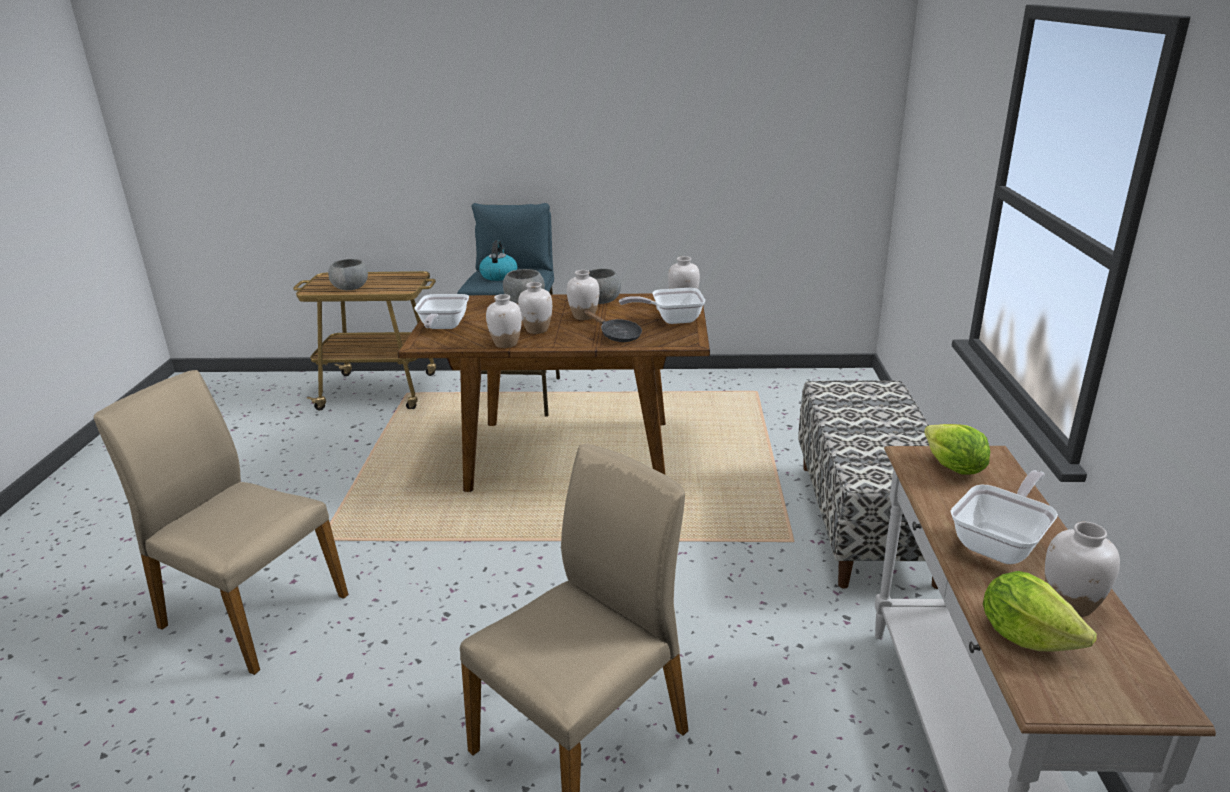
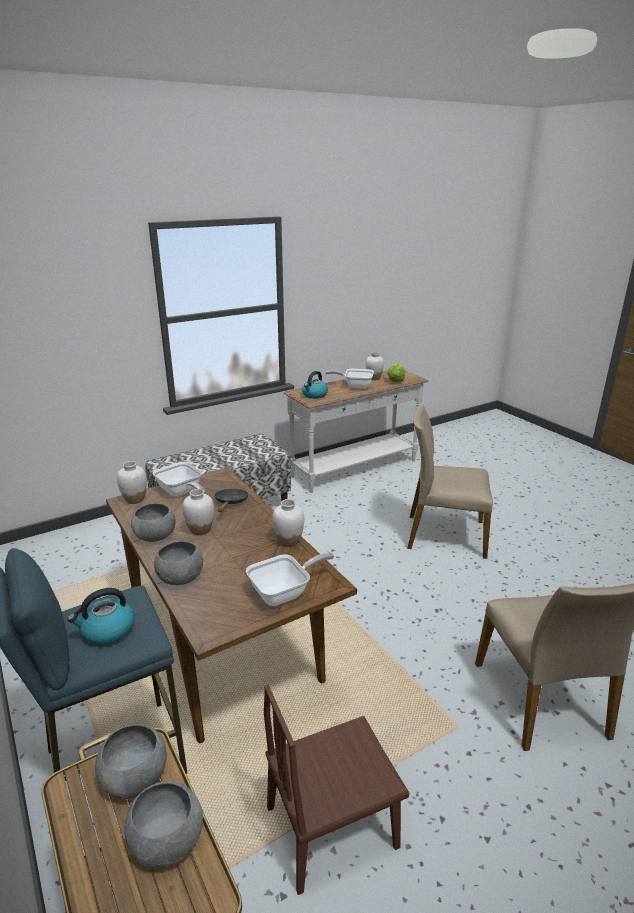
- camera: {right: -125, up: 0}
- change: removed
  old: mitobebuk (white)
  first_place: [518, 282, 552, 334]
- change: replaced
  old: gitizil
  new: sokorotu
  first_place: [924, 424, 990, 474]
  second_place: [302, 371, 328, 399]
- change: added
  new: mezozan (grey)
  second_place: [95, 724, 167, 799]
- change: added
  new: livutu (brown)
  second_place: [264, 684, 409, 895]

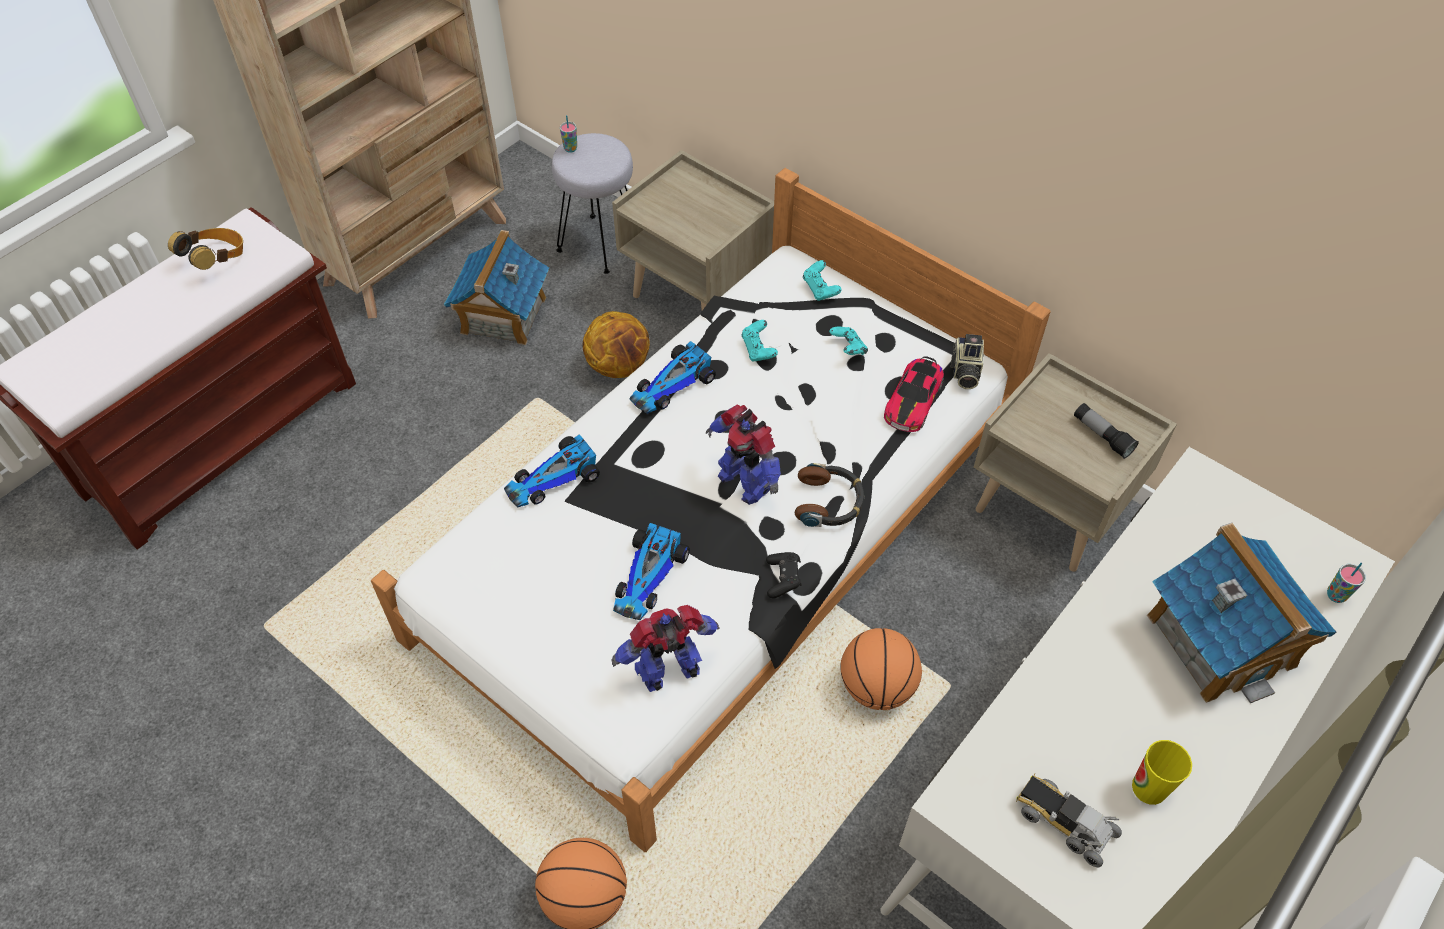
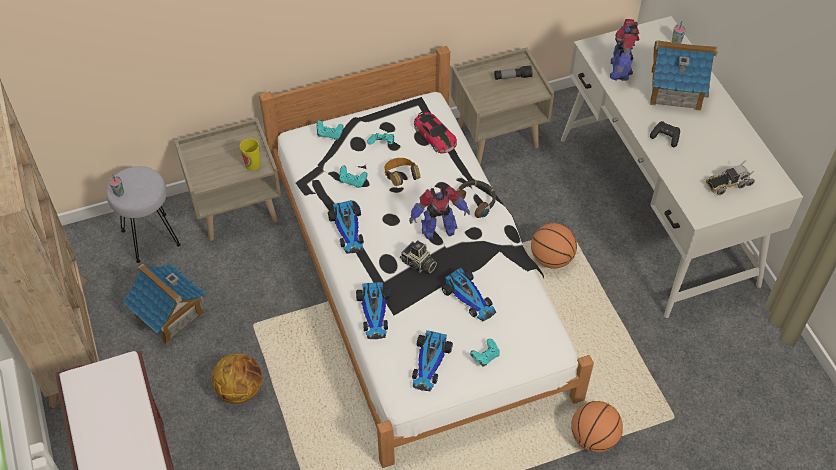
- camera: {right: -60, up: 0}
- change: moved
  old: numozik
  first_place: [168, 228, 243, 270]
  second_place: [384, 158, 421, 186]
- change: moved
  old: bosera
  first_place: [582, 311, 650, 378]
  second_place: [211, 354, 262, 404]
- change: moved
  old: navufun
  first_place: [611, 605, 719, 692]
  second_place: [610, 19, 639, 81]
- change: moved
  old: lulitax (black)
  first_place: [766, 552, 802, 599]
  second_place: [650, 121, 680, 147]
- change: moved
  old: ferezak
  first_place: [951, 334, 984, 389]
  second_place: [400, 240, 437, 273]
- change: moved
  old: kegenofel
  first_place: [1132, 740, 1192, 805]
  second_place: [240, 139, 260, 171]
- change: added
  new: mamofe
  second_place: [412, 330, 453, 391]
- change: added
  new: lulitax (turquoise)
  second_place: [470, 338, 500, 367]

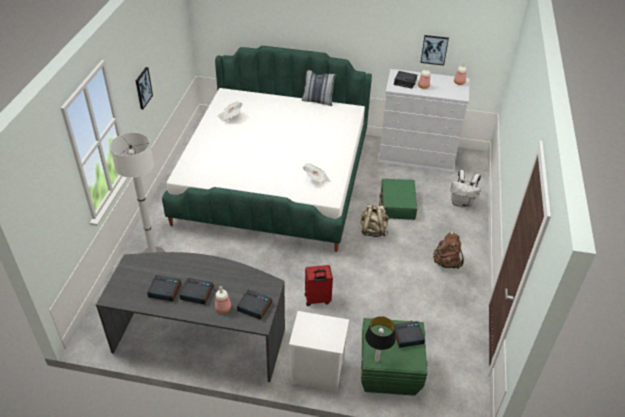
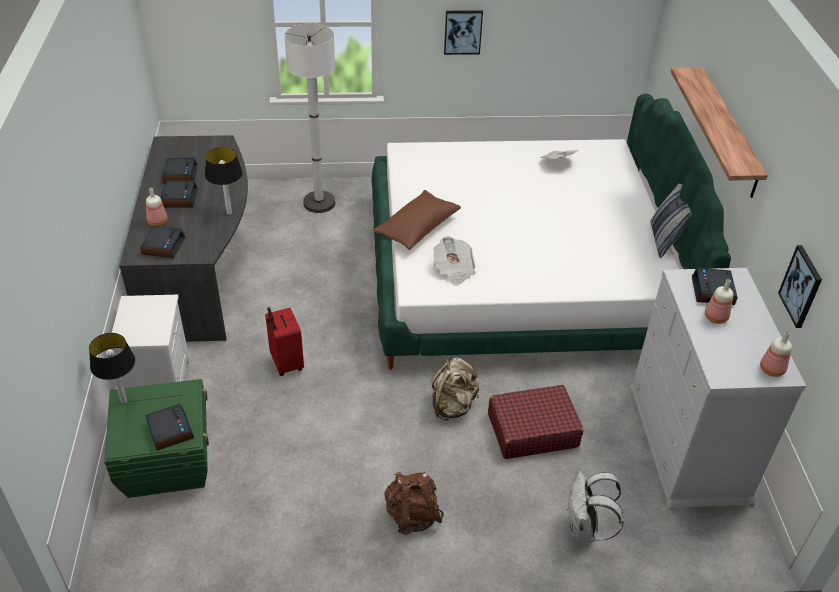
- camera: {right: 75, up: 0}
- change: recoloured
  old: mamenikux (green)
  new: mamenikux (red)
  first_place: [379, 179, 417, 220]
  second_place: [488, 385, 583, 459]
- change: added
  new: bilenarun
  second_place: [205, 147, 243, 215]
- change: added
  new: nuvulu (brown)
  second_place: [373, 190, 461, 250]
- change: added
  new: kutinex
  second_place: [671, 67, 768, 198]

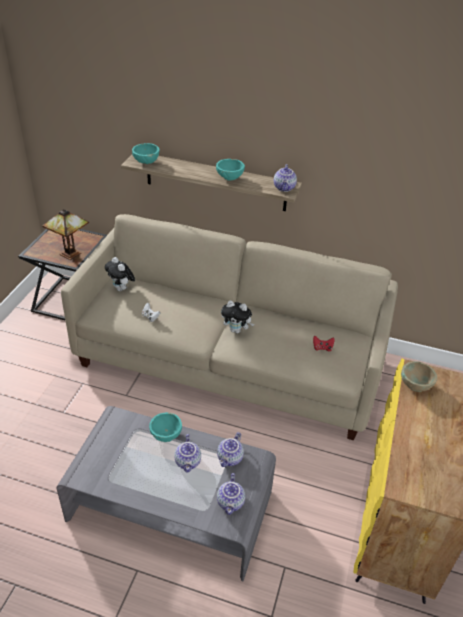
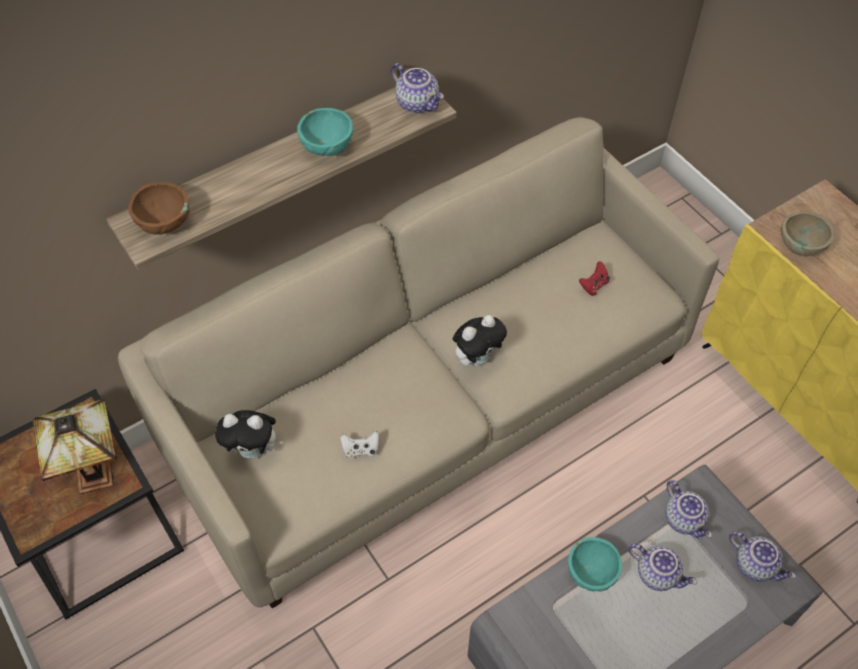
- camera: {right: -50, up: 15}
- change: recoloured
  old: mezozan (turquoise)
  new: mezozan (brown)
  first_place: [132, 143, 159, 164]
  second_place: [128, 182, 190, 235]

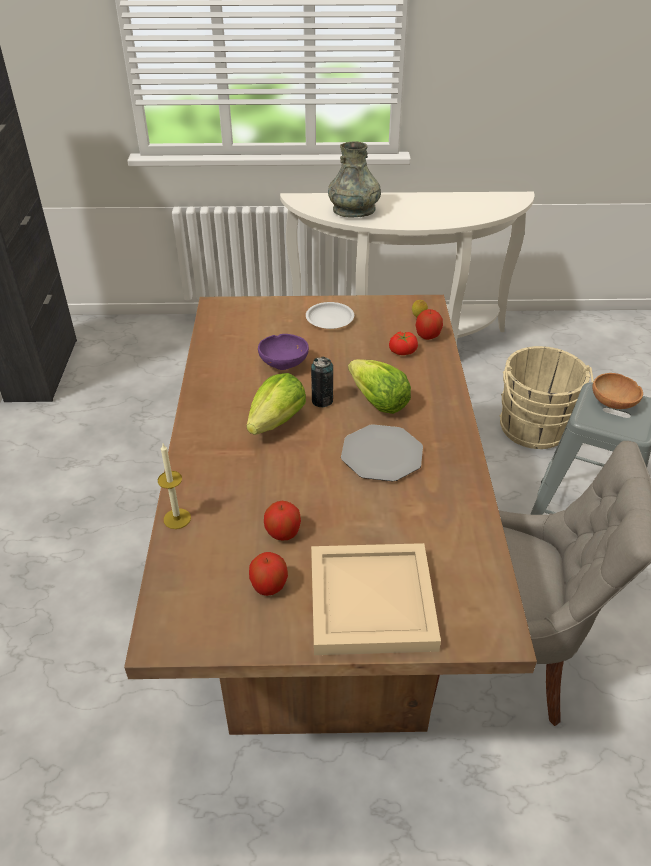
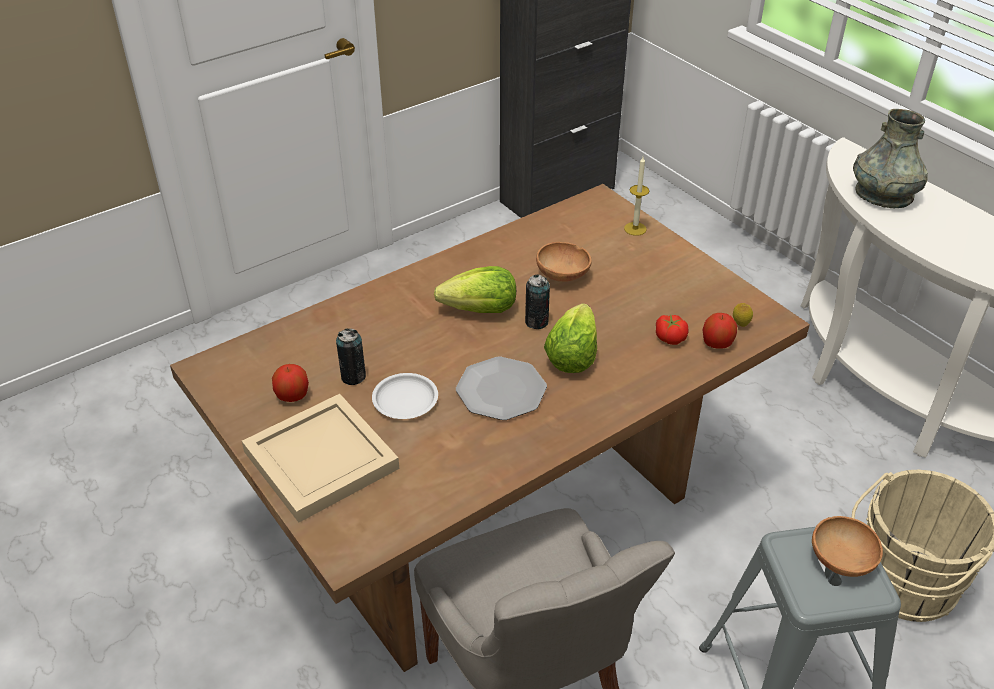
- camera: {right: 55, up: 0}
- change: moved
  old: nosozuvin
  first_place: [158, 444, 191, 529]
  second_place: [624, 157, 649, 236]
- change: recoloured
  old: mezozan (purple)
  new: mezozan (brown)
  first_place: [258, 334, 309, 370]
  second_place: [536, 242, 592, 282]
- change: replaced
  old: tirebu
  new: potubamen
  first_place: [264, 501, 301, 541]
  second_place: [336, 328, 366, 385]
- change: moved
  old: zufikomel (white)
  first_place: [306, 302, 354, 329]
  second_place: [372, 373, 438, 419]

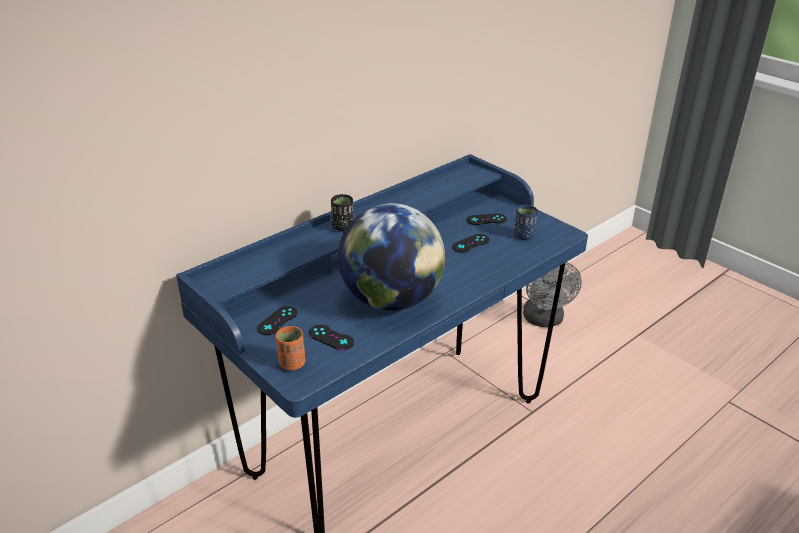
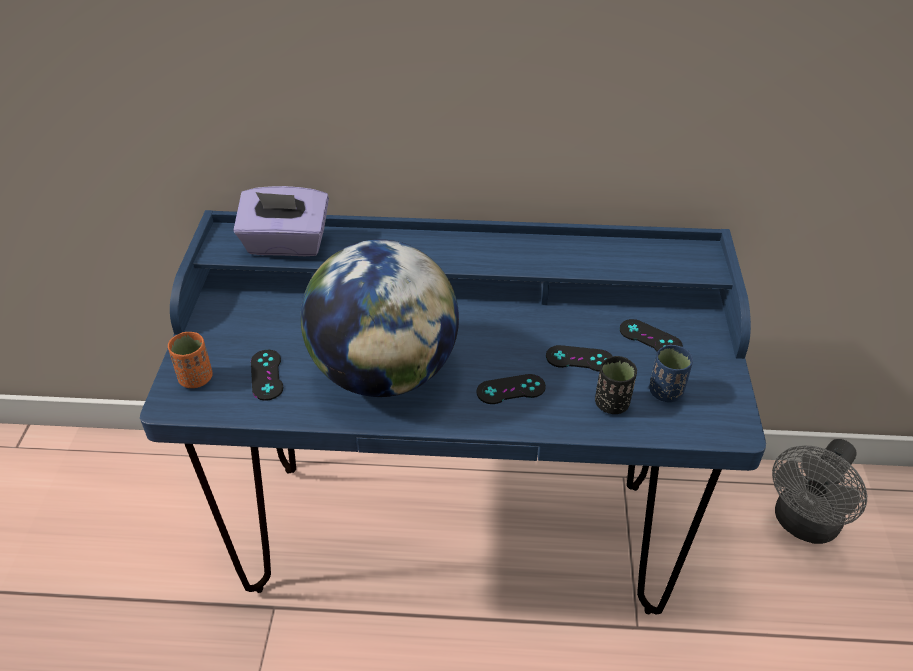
- camera: {right: 45, up: 10}
- change: moved
  old: lulitax (black)
  first_place: [257, 306, 298, 335]
  second_place: [477, 374, 546, 404]
- change: moved
  old: kegenofel (black)
  first_place: [331, 194, 354, 231]
  second_place: [595, 356, 637, 414]
- change: added
  new: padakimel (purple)
  second_place: [234, 186, 329, 256]

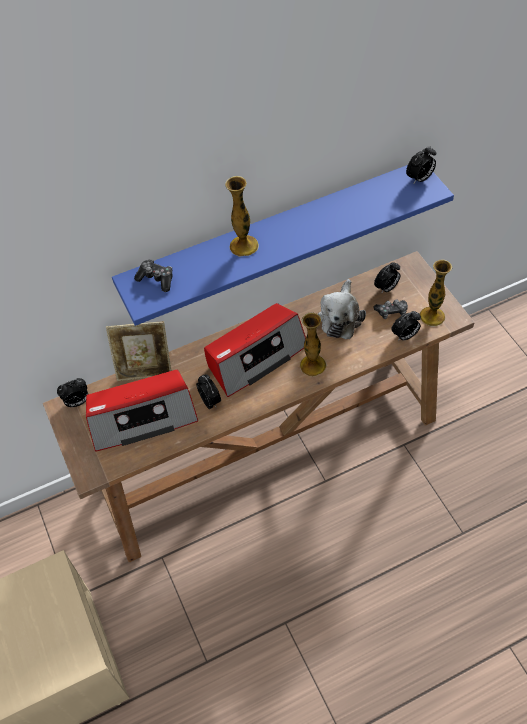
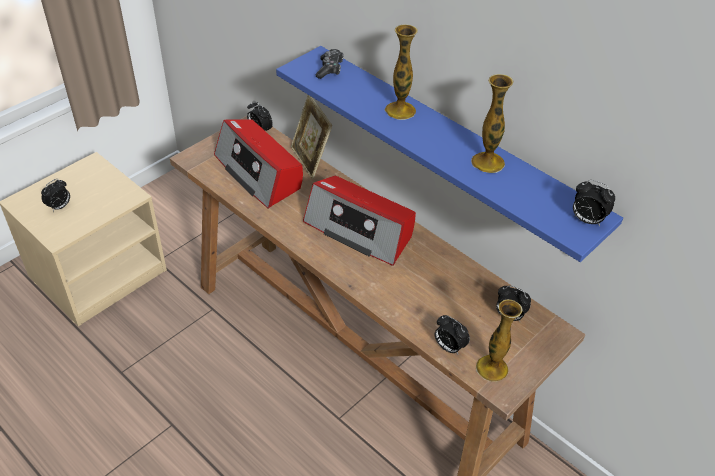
- camera: {right: 65, up: -10}
- change: moved
  old: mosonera
  first_place: [196, 374, 221, 409]
  second_place: [41, 179, 70, 212]
- change: moved
  old: mitobebuk
  first_place: [300, 312, 327, 377]
  second_place: [471, 74, 513, 173]
- change: removed
  old: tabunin
  first_place: [318, 279, 366, 339]
- change: removed
  old: lulitax
  first_place: [374, 299, 408, 319]

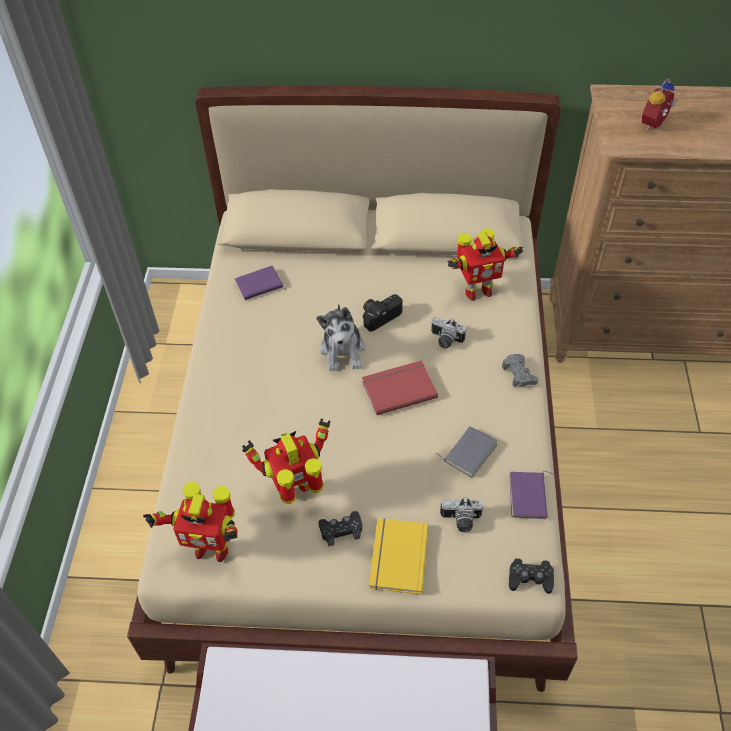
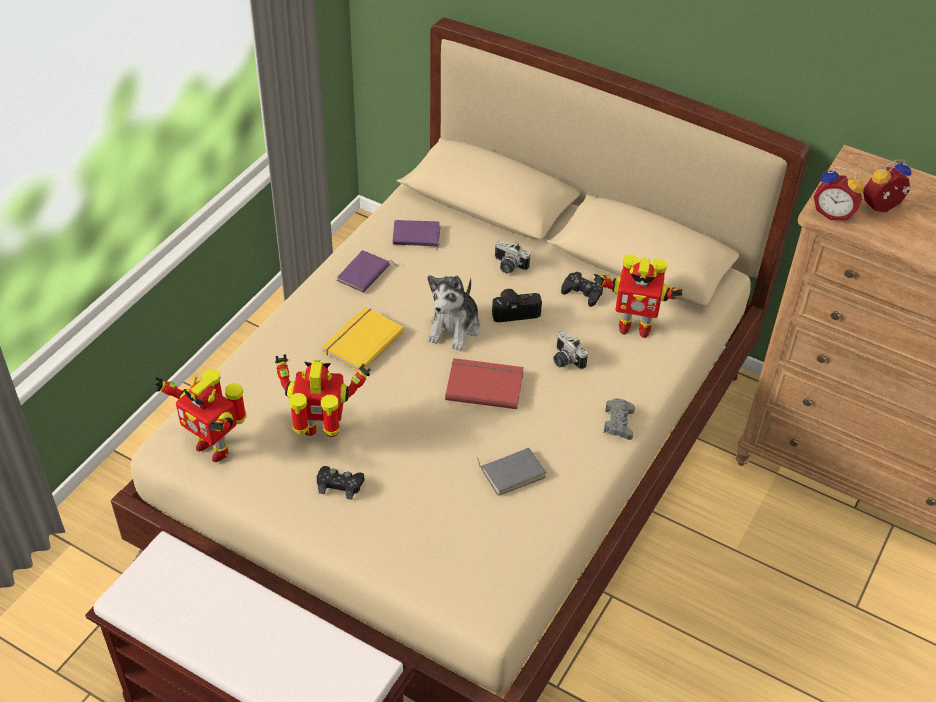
- camera: {right: 25, up: -5}
- change: moved
  old: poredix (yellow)
  first_place: [369, 518, 428, 594]
  second_place: [322, 307, 404, 371]
- change: moved
  old: ferezak
  first_place: [440, 497, 483, 532]
  second_place: [495, 240, 530, 274]
- change: moved
  old: lulitax (black)
  first_place: [509, 558, 554, 594]
  second_place: [561, 272, 603, 307]
- change: moved
  old: poredix (purple)
  first_place: [510, 471, 555, 519]
  second_place: [337, 250, 398, 293]
- change: added
  new: mosonera
  second_place: [814, 167, 864, 220]

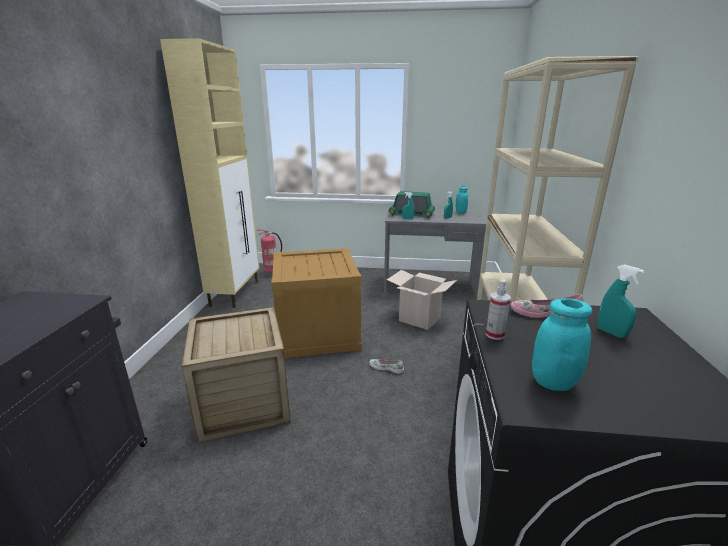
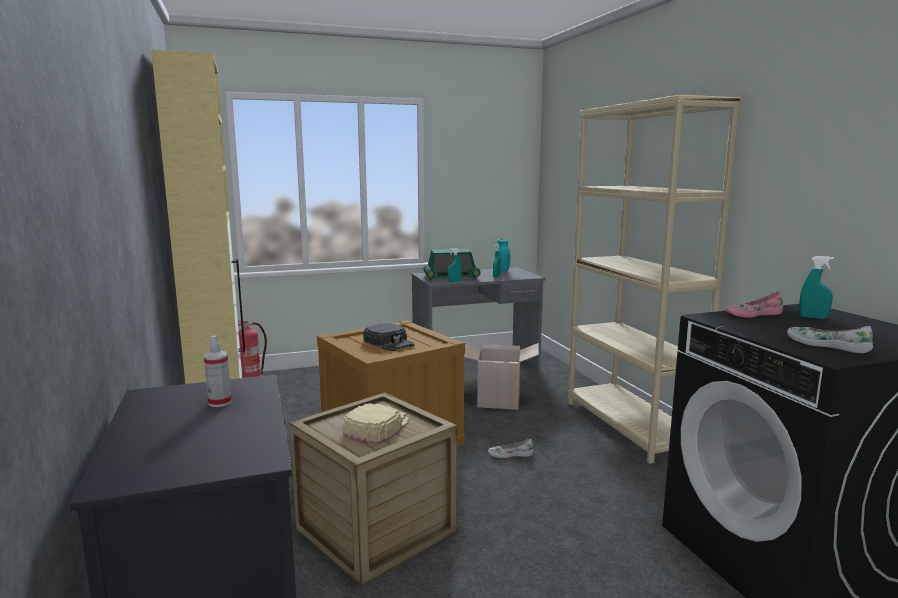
- camera: {right: -25, up: -10}
- change: moved
  old: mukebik
  first_place: [486, 280, 510, 340]
  second_place: [204, 335, 232, 407]
- change: replaced
  old: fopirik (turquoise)
  new: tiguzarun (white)
  first_place: [532, 298, 592, 391]
  second_place: [787, 326, 873, 353]
- change: added
  new: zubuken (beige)
  second_place: [342, 403, 410, 445]
- change: added
  new: zubuken (black)
  second_place: [363, 323, 414, 351]

